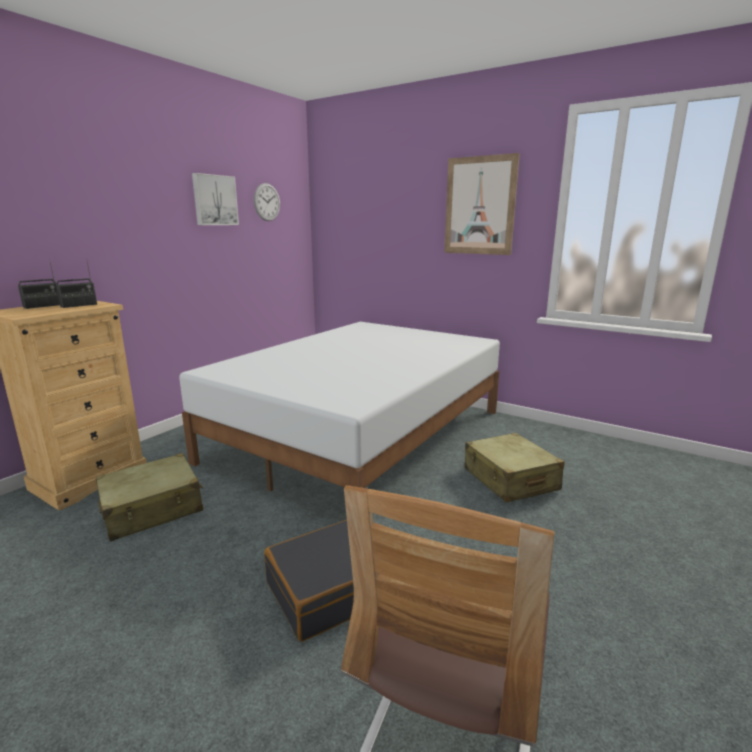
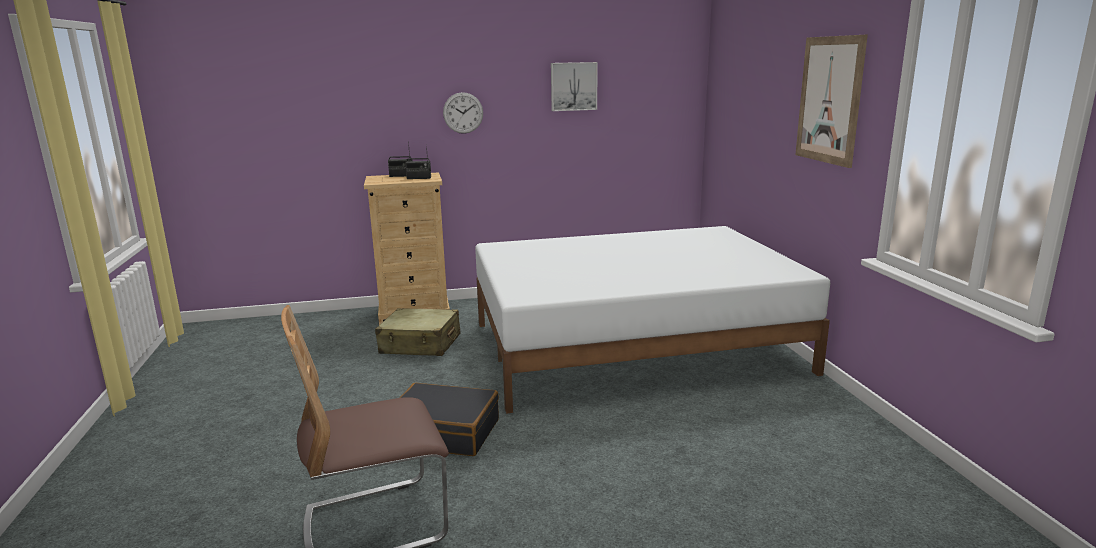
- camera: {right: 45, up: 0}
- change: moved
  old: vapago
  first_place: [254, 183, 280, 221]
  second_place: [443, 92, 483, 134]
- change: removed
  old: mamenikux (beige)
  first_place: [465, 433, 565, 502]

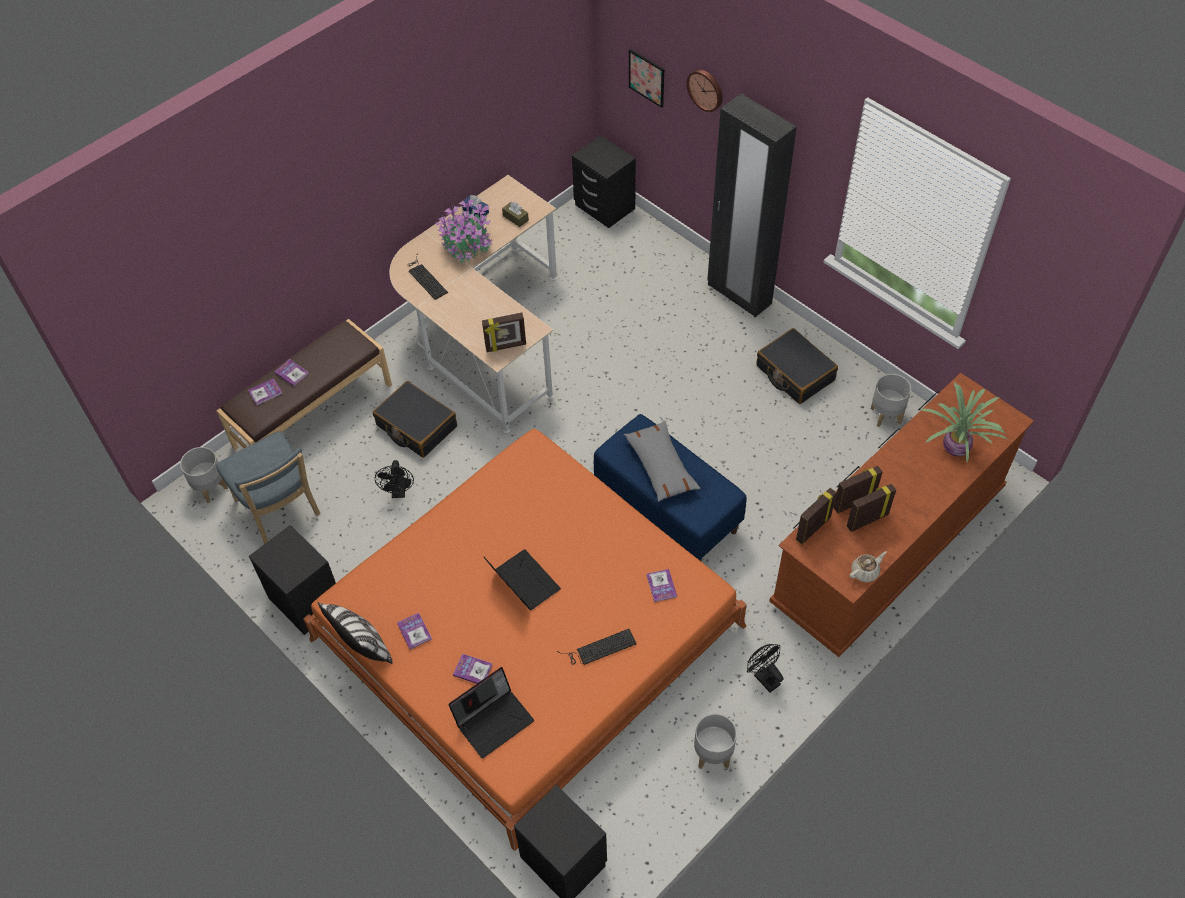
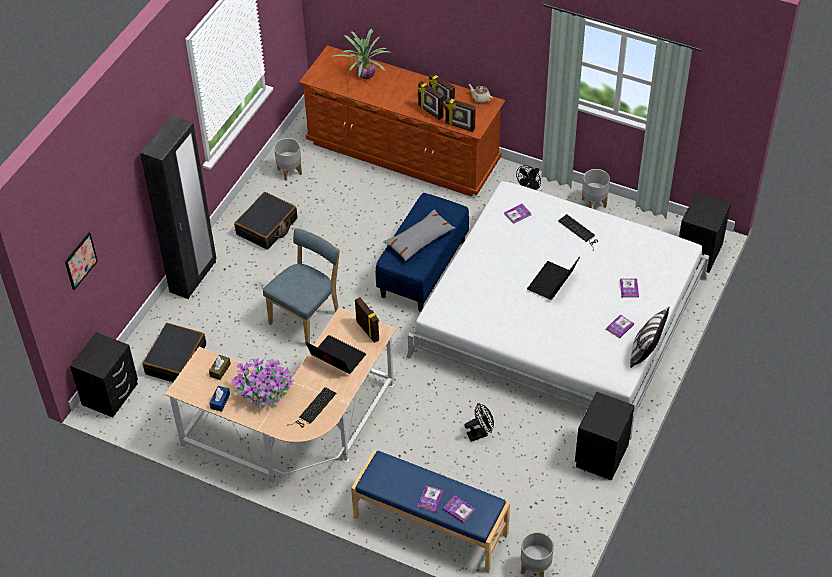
- camera: {right: -110, up: -5}
- change: moved
  old: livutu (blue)
  first_place: [216, 431, 320, 544]
  second_place: [263, 228, 340, 343]
- change: recoloured
  old: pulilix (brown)
  new: pulilix (blue)
  first_place: [217, 319, 392, 450]
  second_place: [351, 450, 510, 572]
- change: recoloured
  old: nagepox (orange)
  new: nagepox (white)
  first_place: [303, 428, 747, 851]
  second_place: [406, 181, 709, 440]
- change: moved
  old: mamenikux (black)
  first_place: [373, 381, 457, 458]
  second_place: [143, 323, 206, 382]
- change: moved
  old: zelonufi
  first_place: [449, 667, 534, 758]
  second_place: [305, 335, 366, 374]
- change: removed
  old: vapago
  first_place: [687, 70, 722, 112]

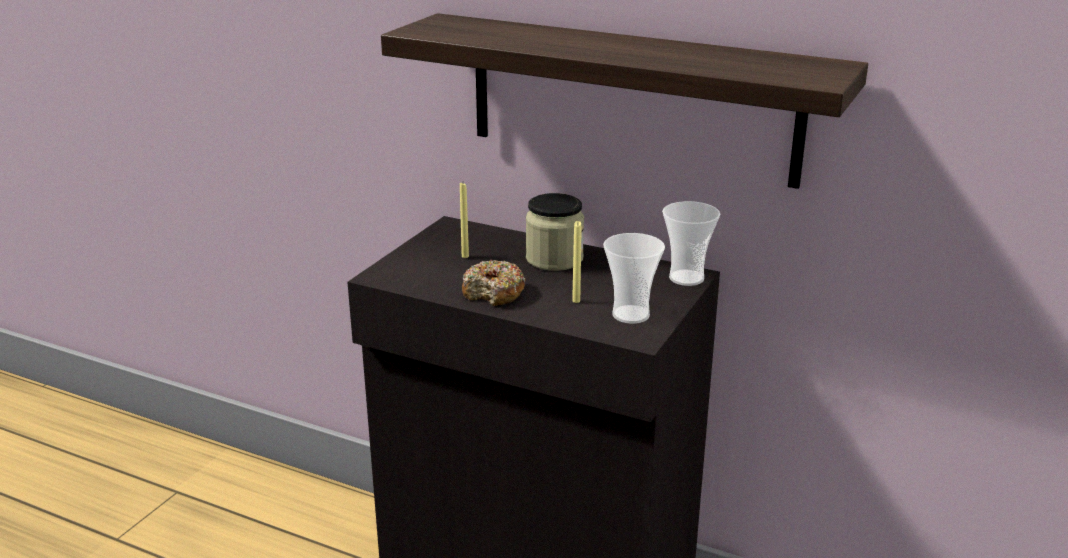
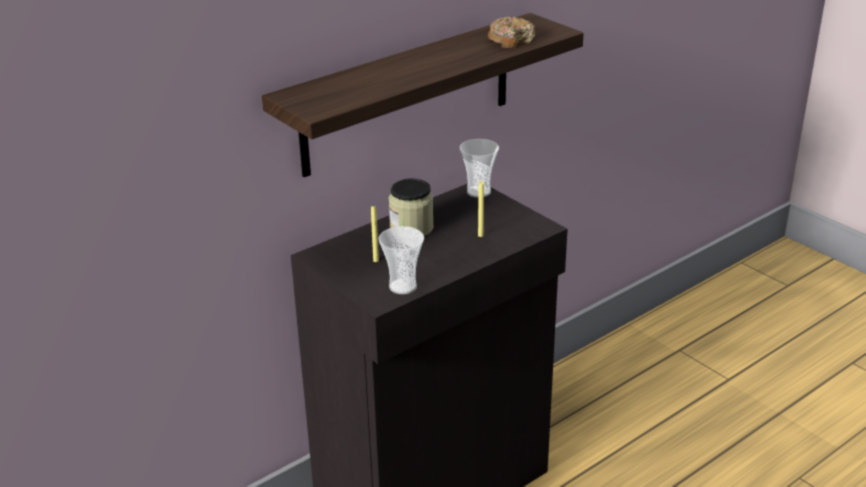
- camera: {right: -65, up: 5}
- change: moved
  old: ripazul
  first_place: [462, 260, 526, 306]
  second_place: [488, 17, 535, 48]
- change: moved
  old: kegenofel
  first_place: [603, 233, 665, 324]
  second_place: [378, 226, 424, 294]

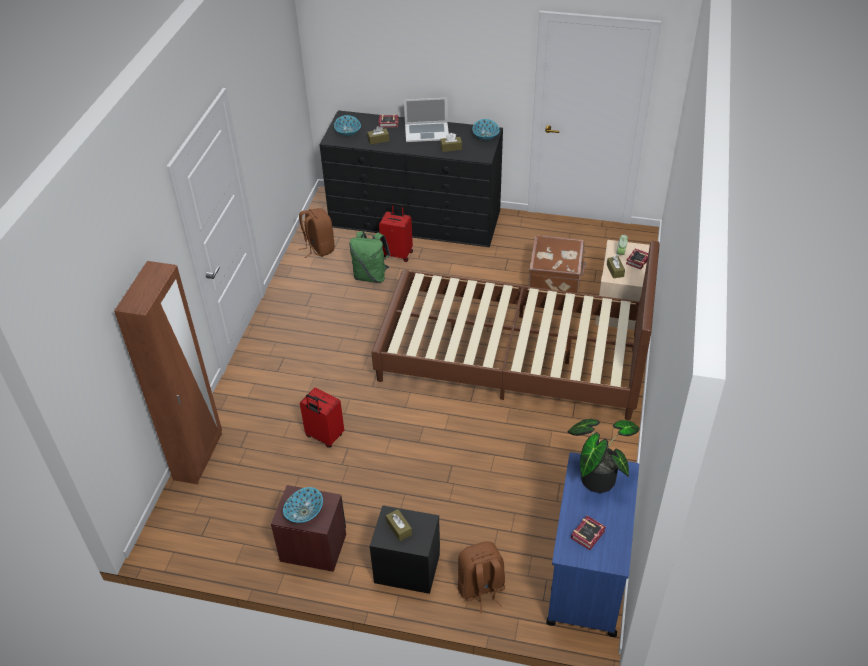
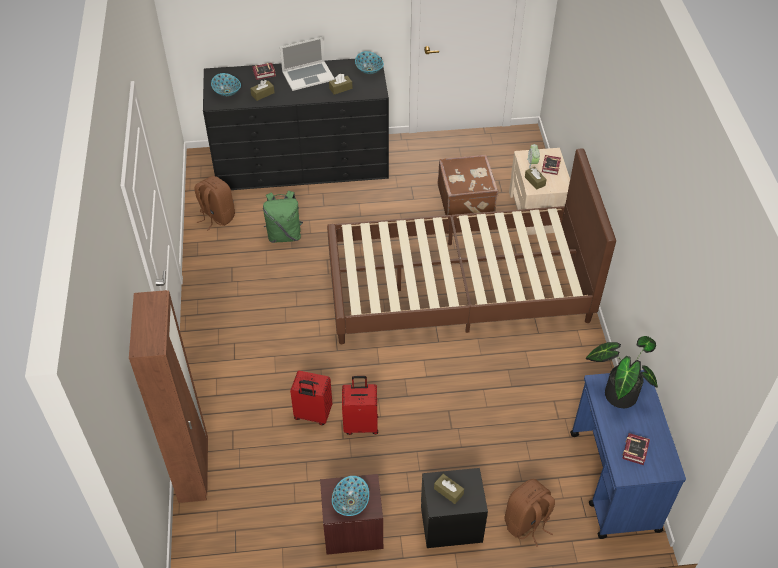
- camera: {right: -20, up: 5}
- change: moved
  old: mamenikux (red)
  first_place: [379, 203, 413, 262]
  second_place: [342, 376, 378, 435]

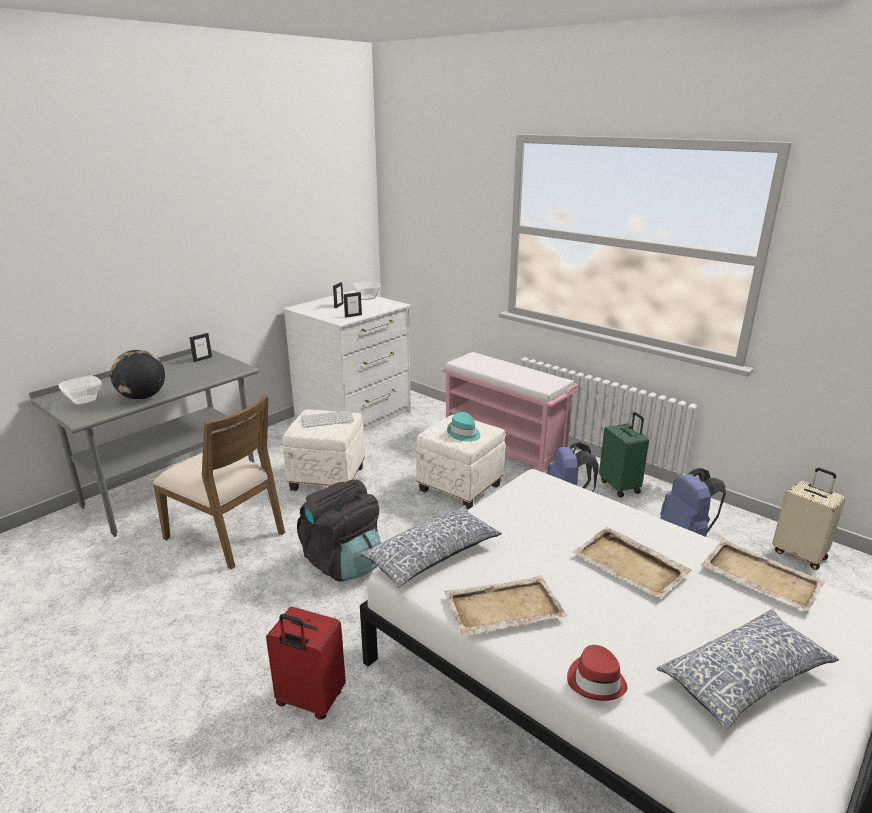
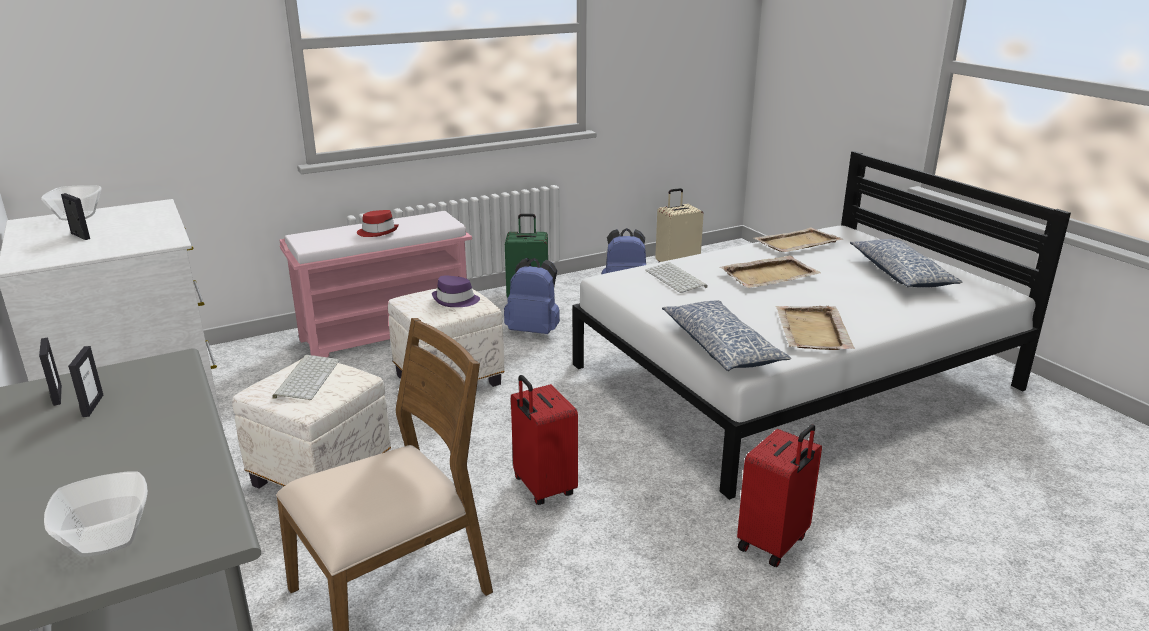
- camera: {right: -70, up: 0}
- change: removed
  old: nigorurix
  first_place: [110, 350, 165, 400]
- change: replaced
  old: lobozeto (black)
  new: mamenikux (red)
  first_place: [297, 479, 381, 582]
  second_place: [511, 375, 578, 505]
- change: moved
  old: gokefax
  first_place: [344, 292, 362, 318]
  second_place: [68, 346, 103, 417]
- change: recoloured
  old: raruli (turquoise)
  new: raruli (purple)
  first_place: [447, 412, 481, 442]
  second_place: [432, 276, 480, 307]
- change: moved
  old: raruli (red)
  first_place: [567, 645, 627, 701]
  second_place: [357, 210, 399, 237]
- change: added
  new: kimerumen
  second_place: [645, 262, 708, 293]

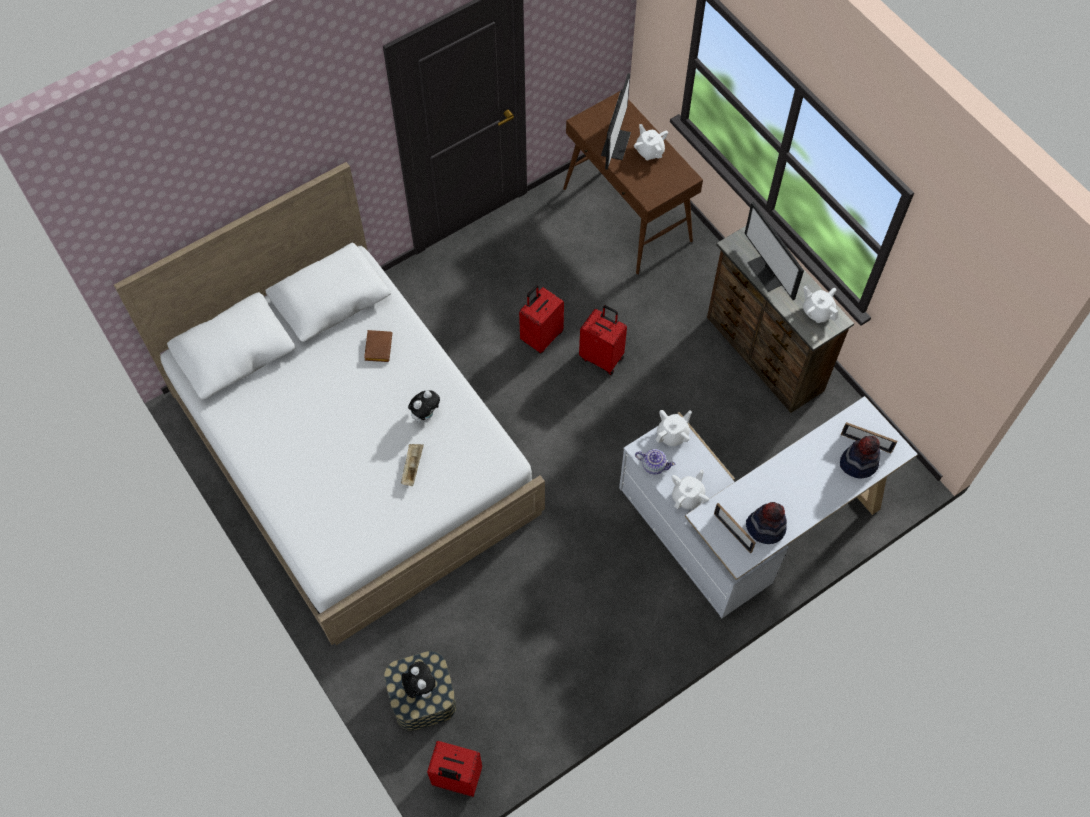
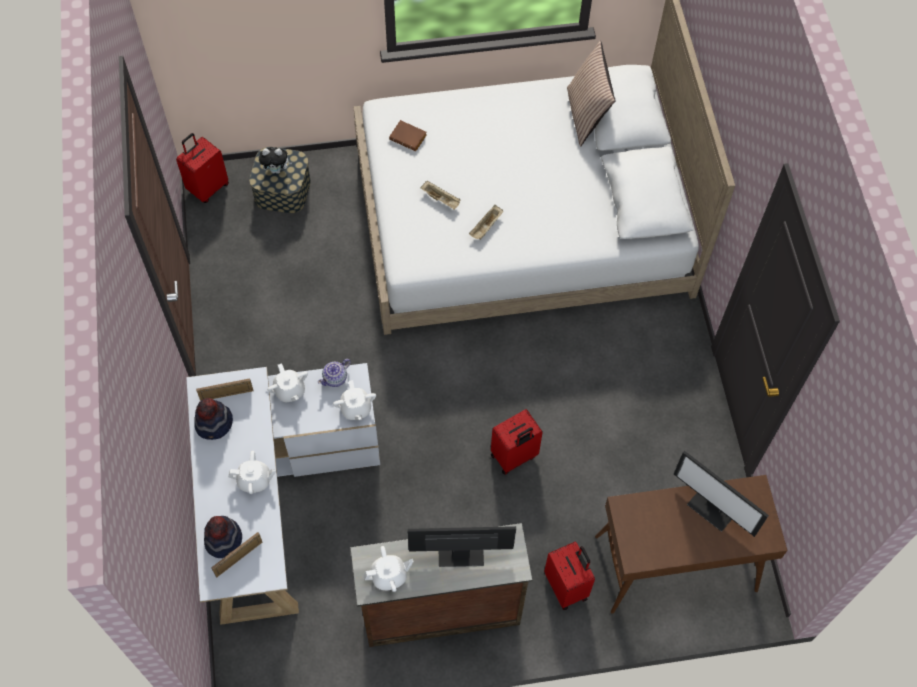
- camera: {right: 115, up: 0}
- change: moved
  old: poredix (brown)
  first_place: [364, 330, 392, 362]
  second_place: [389, 120, 427, 151]
- change: replaced
  old: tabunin
  new: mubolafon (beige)
  first_place: [408, 390, 440, 423]
  second_place: [469, 205, 503, 240]
- change: moved
  old: mamenikux (red)
  first_place: [519, 285, 564, 353]
  second_place: [544, 541, 595, 610]
- change: moved
  old: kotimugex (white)
  first_place: [634, 124, 668, 160]
  second_place: [228, 451, 276, 494]
- change: added
  new: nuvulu
  second_place: [567, 41, 616, 146]

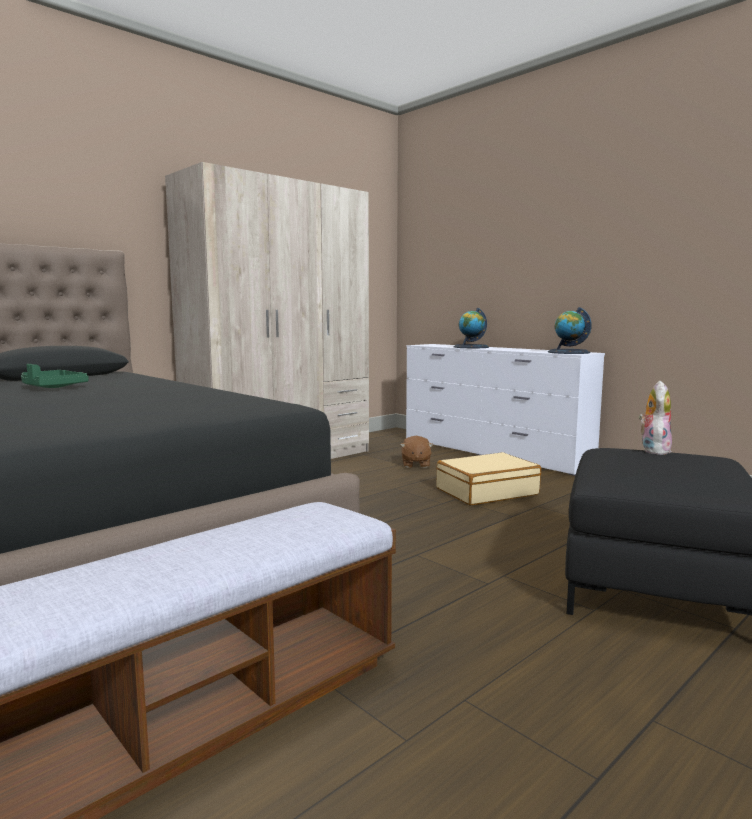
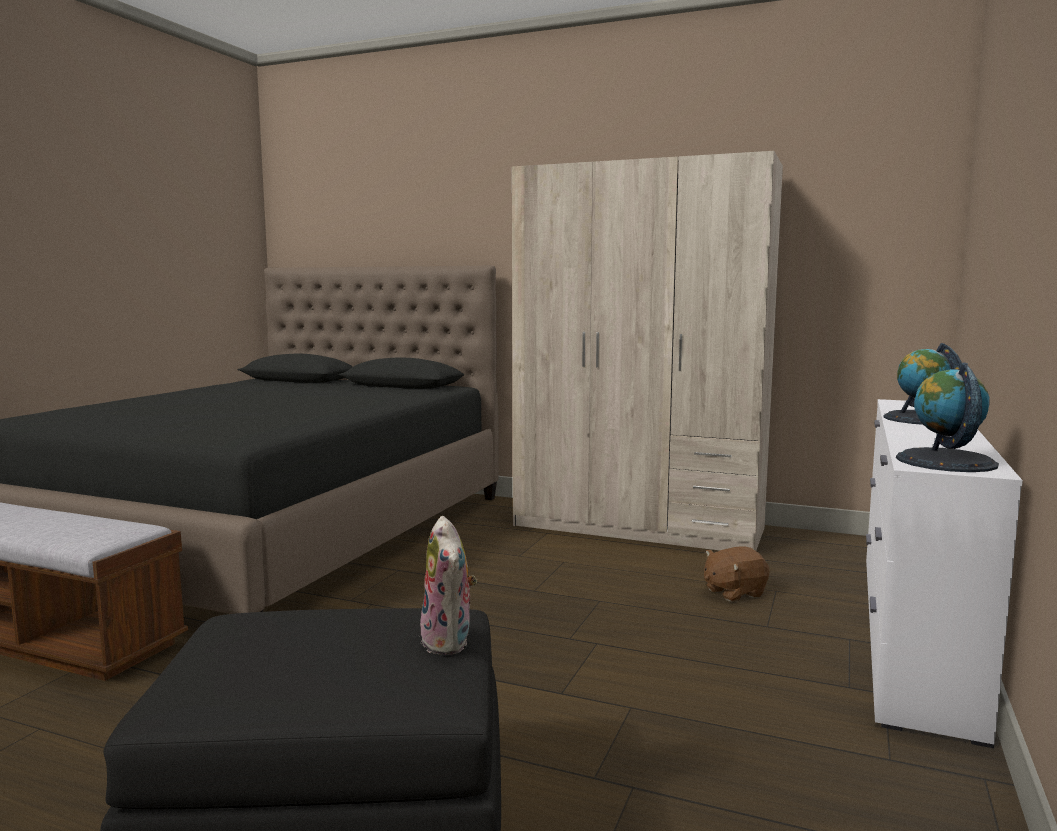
- camera: {right: 65, up: 0}
- change: removed
  old: mubolafon (green)
  first_place: [21, 364, 89, 388]
- change: removed
  old: mamenikux (beige)
  first_place: [436, 452, 541, 506]
- change: turned
  old: tabunin
  first_place: [639, 381, 672, 455]
  second_place: [420, 516, 477, 655]
  degrees: 75

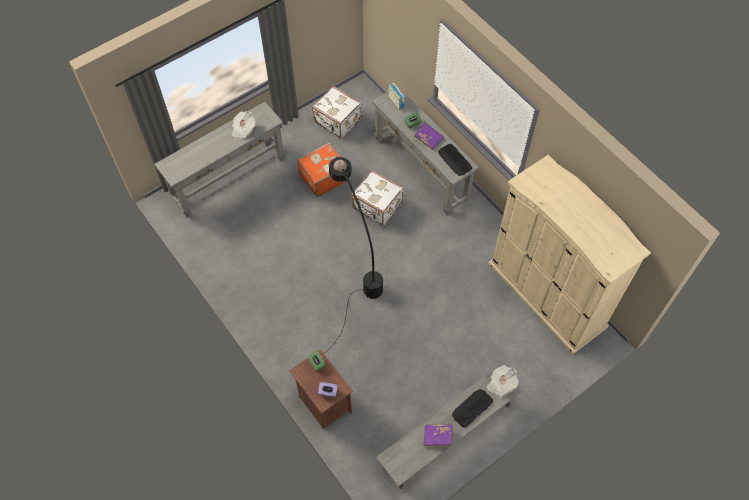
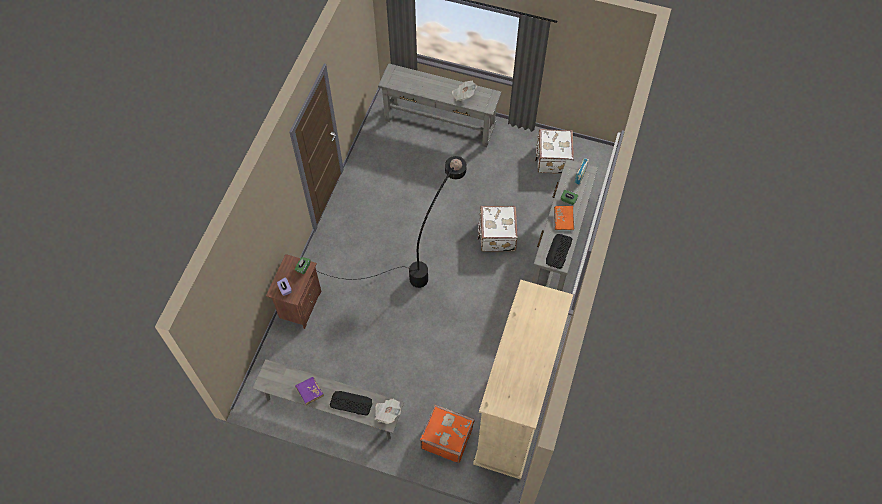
- camera: {right: 55, up: 0}
- change: moved
  old: mamenikux (orange)
  first_place: [297, 143, 347, 197]
  second_place: [420, 404, 475, 463]
- change: recoloured
  old: poredix (purple)
  new: poredix (orange)
  first_place: [414, 122, 444, 150]
  second_place: [554, 206, 574, 230]

